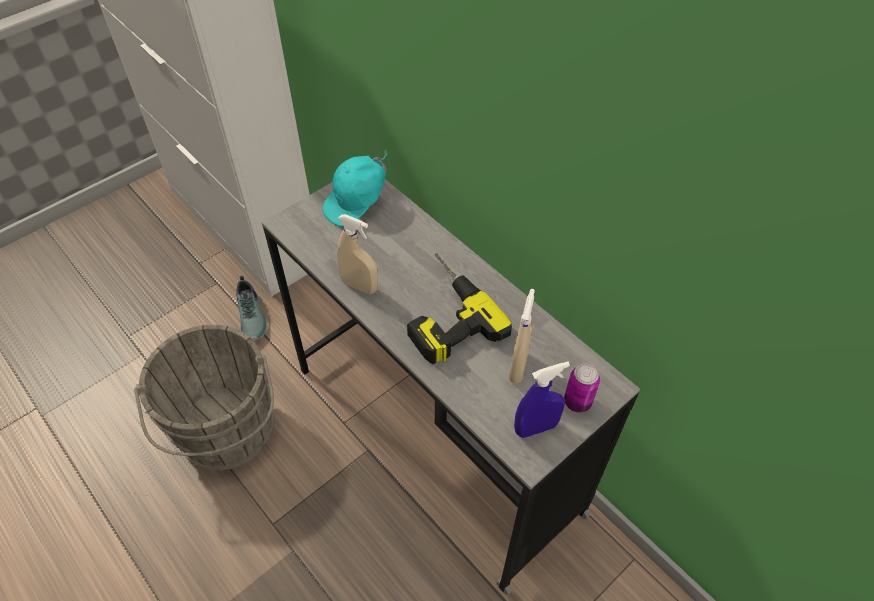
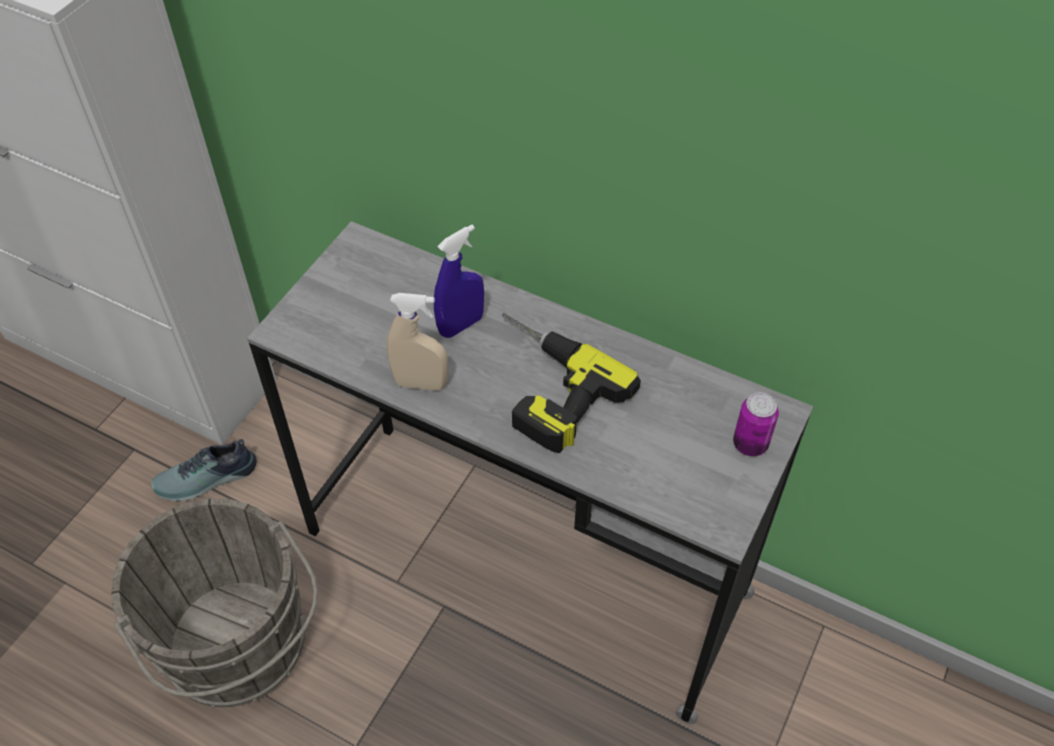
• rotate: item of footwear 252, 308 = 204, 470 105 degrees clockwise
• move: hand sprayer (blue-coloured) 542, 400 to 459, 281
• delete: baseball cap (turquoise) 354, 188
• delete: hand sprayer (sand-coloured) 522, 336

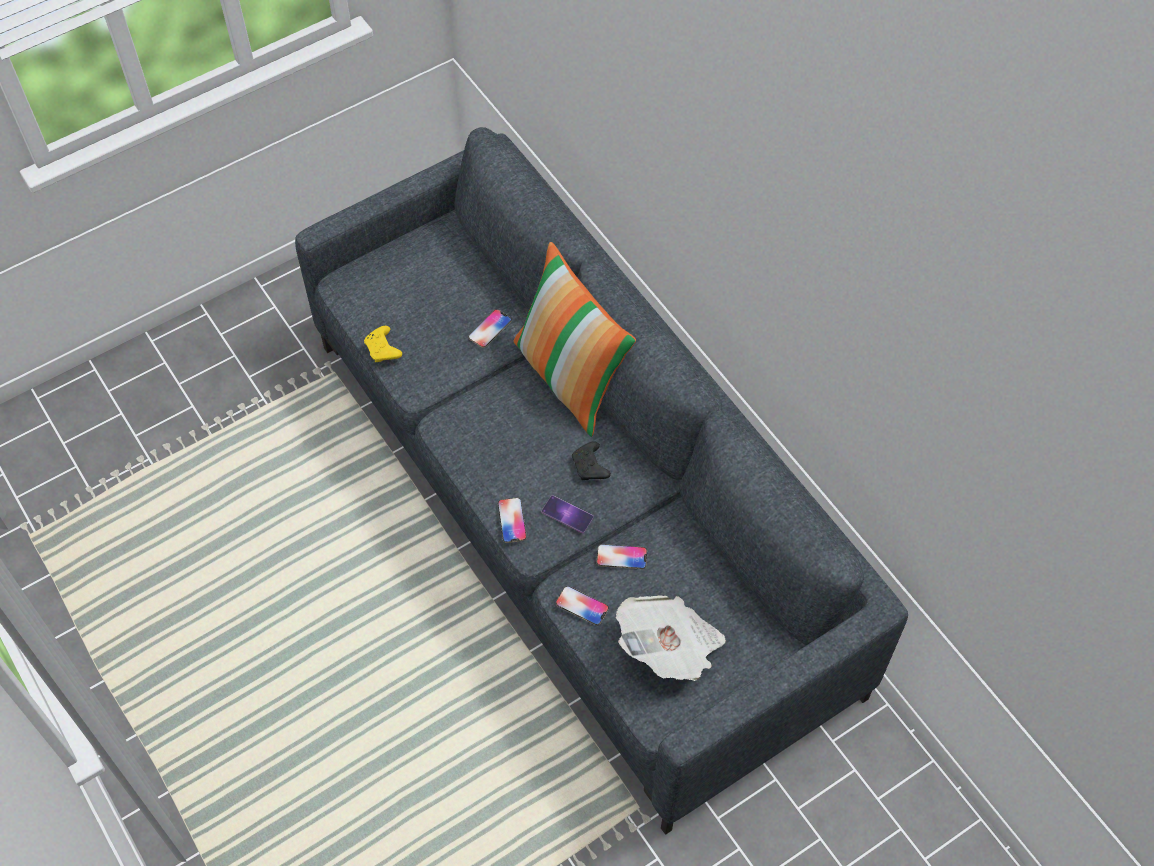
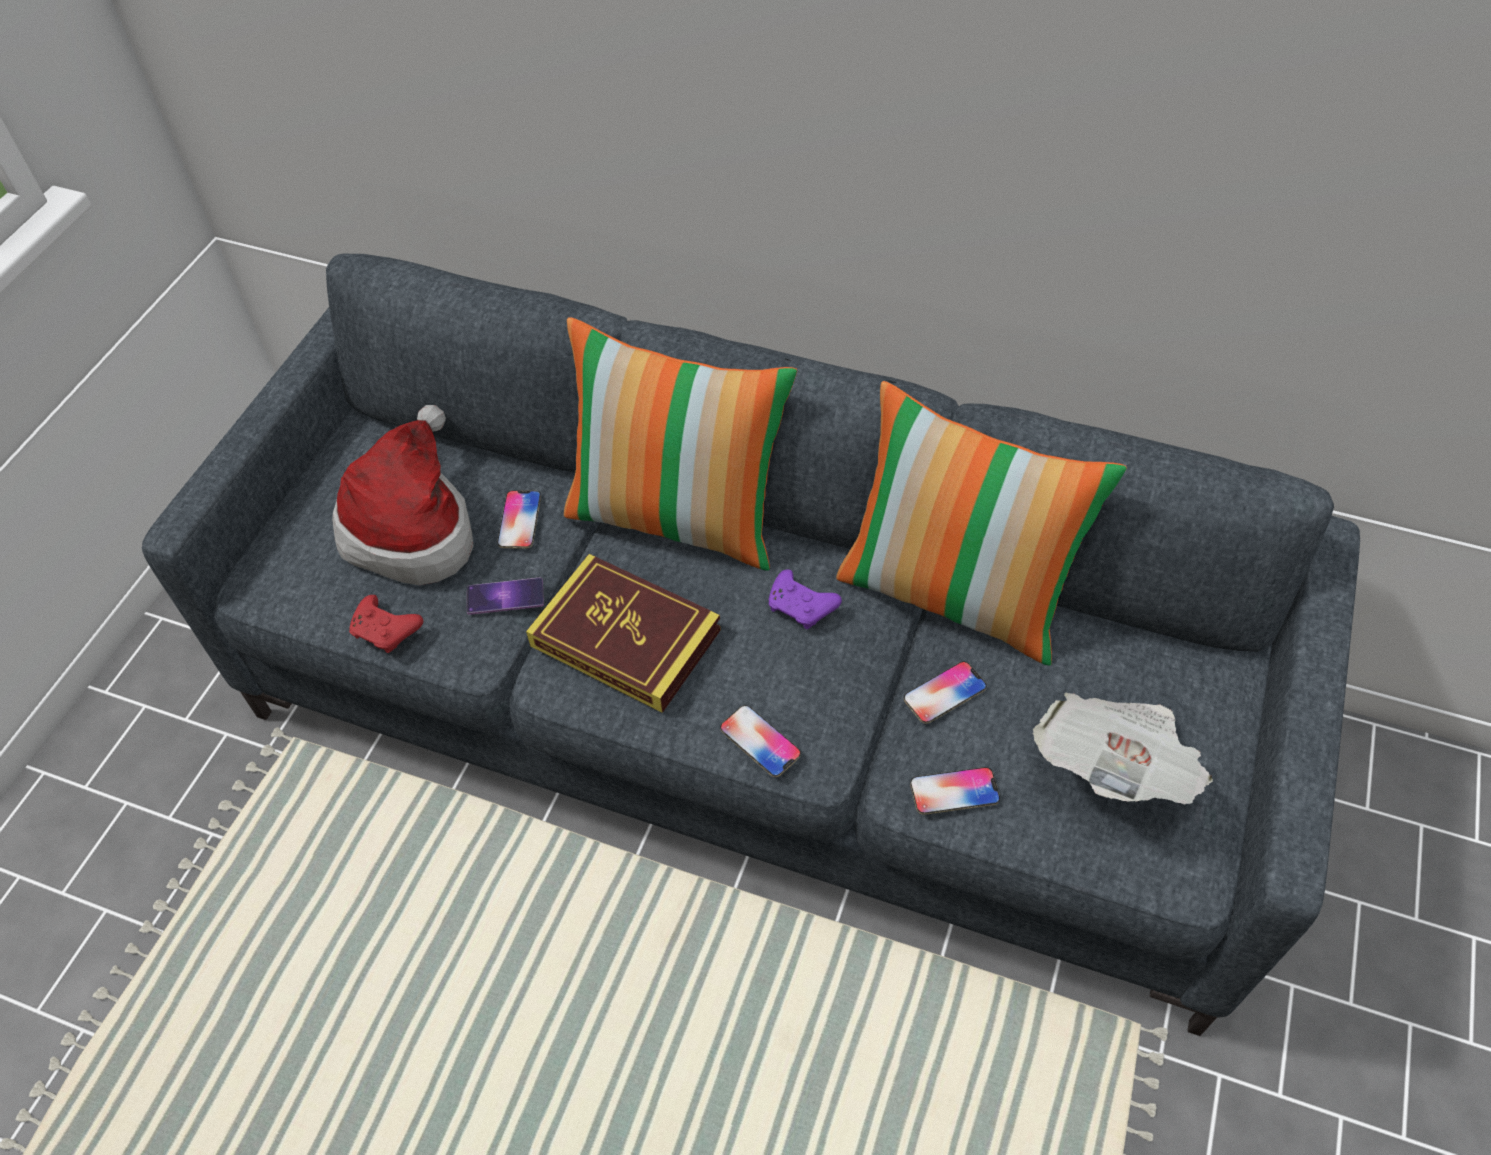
• insert: hat 403, 495
• recolor: gamepad (yellow) 383, 344 to gamepad (red-coloured) 386, 624
• move: phone 567, 514 to 505, 596
• insert: volume 623, 633
• recolor: gamepad (blackish) 591, 460 to gamepad (purplish) 805, 599
• insert: cushion 981, 523

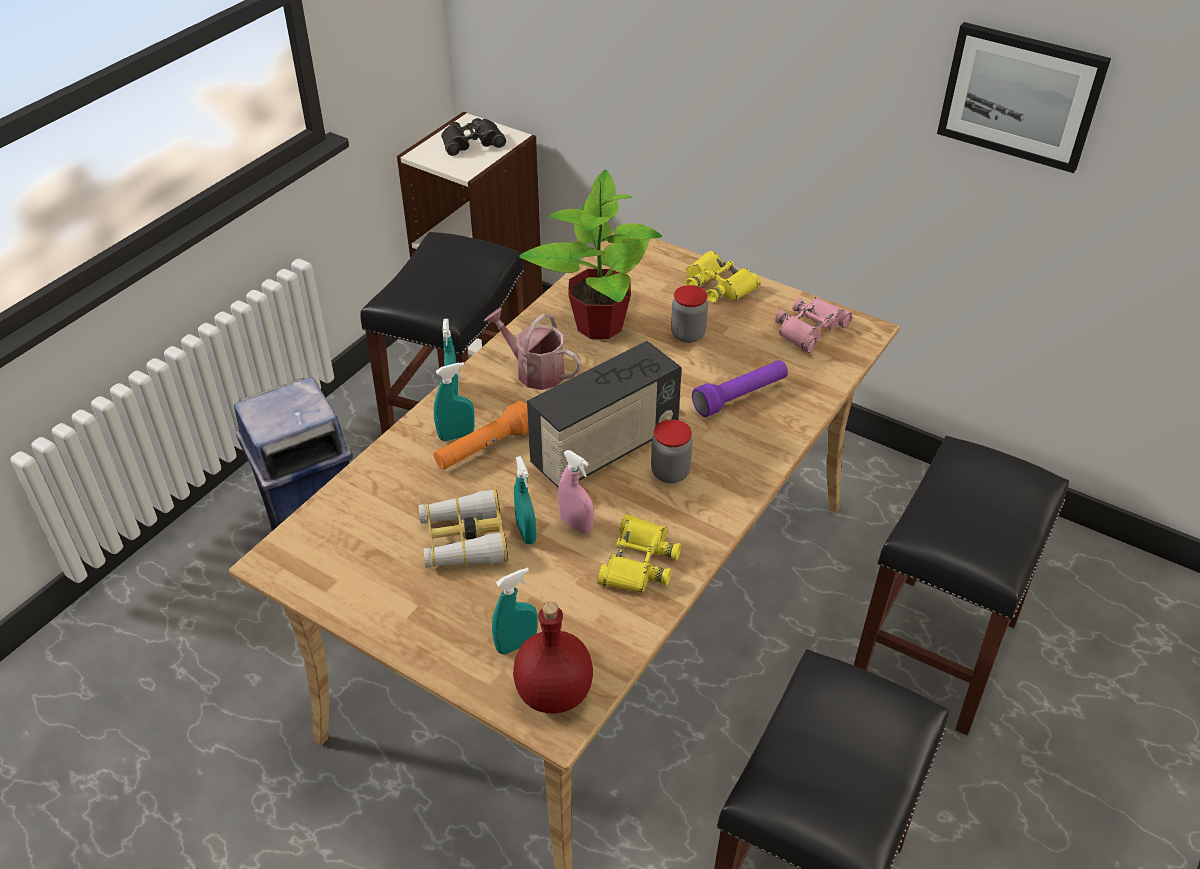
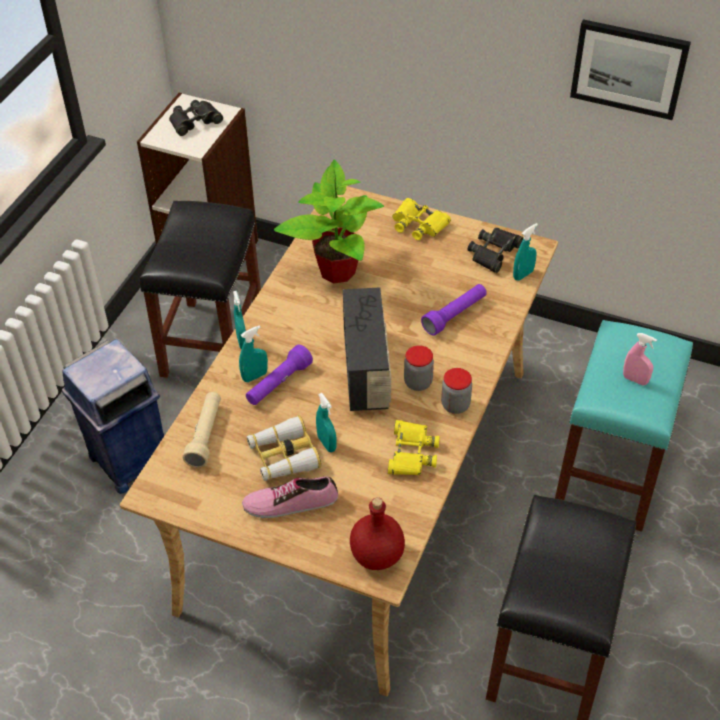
• insert: flashlight (sand-coloured) 201, 429
• insert: item of footwear 290, 497
• recolor: flashlight (orange-coloured) 481, 435 to flashlight (purplish) 279, 374
• rotate: radio 604, 414 = 367, 349 45 degrees counterclockwise
• move: preserve jar 689, 314 to 456, 391
• recolor: pair of binoculars (pink) 813, 325 to pair of binoculars (blackish) 495, 250
• move: hand sprayer (turquoise) 515, 611 to 525, 252
• recolor: sitting stool (blackish) 961, 586 to sitting stool (turquoise) 624, 426
• move: hand sprayer (pink) 576, 492 to 640, 359
• delete: watering can 532, 349

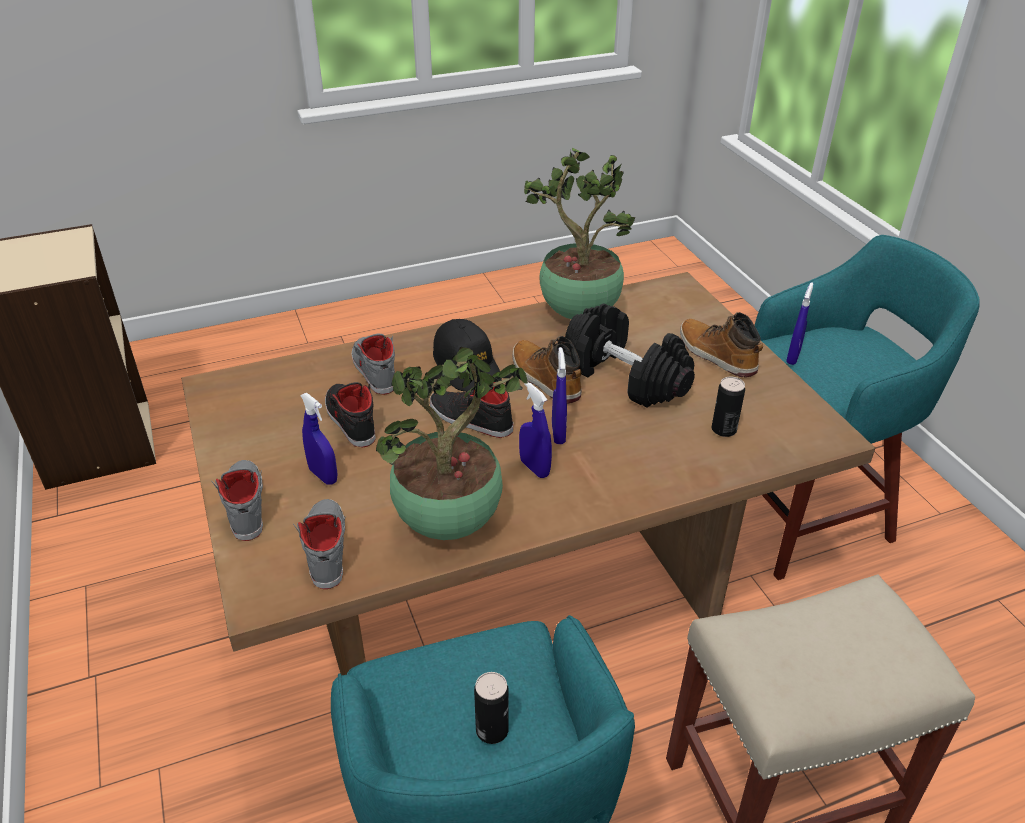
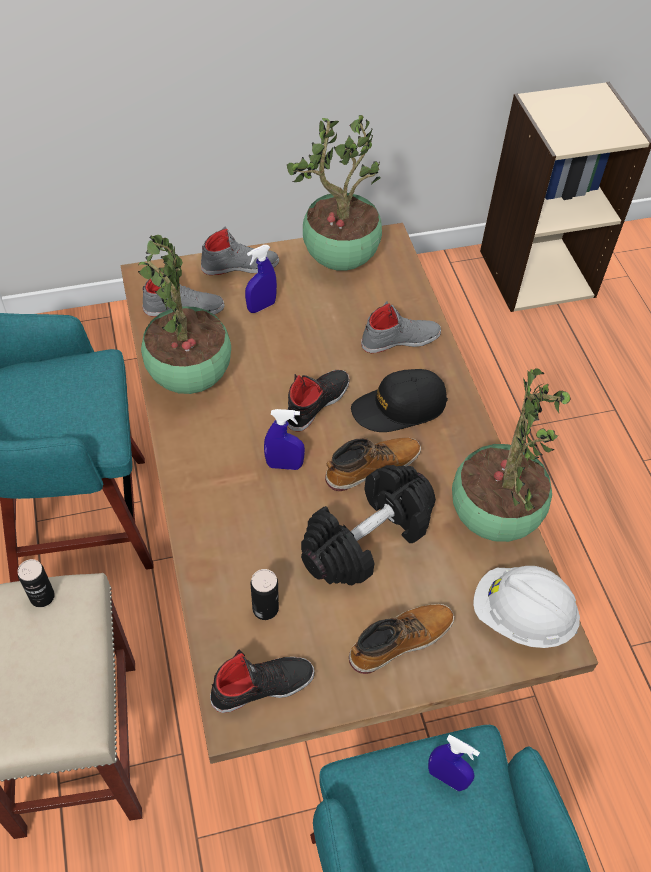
• move: sealed can 491, 708 to 36, 583
• move: item of footwear (blackish) 350, 414 to 262, 681
• insert: plant in a pot 334, 193
• insert: work helmet (white) 526, 607
• delete: hand sprayer (blue-coloured) 535, 429

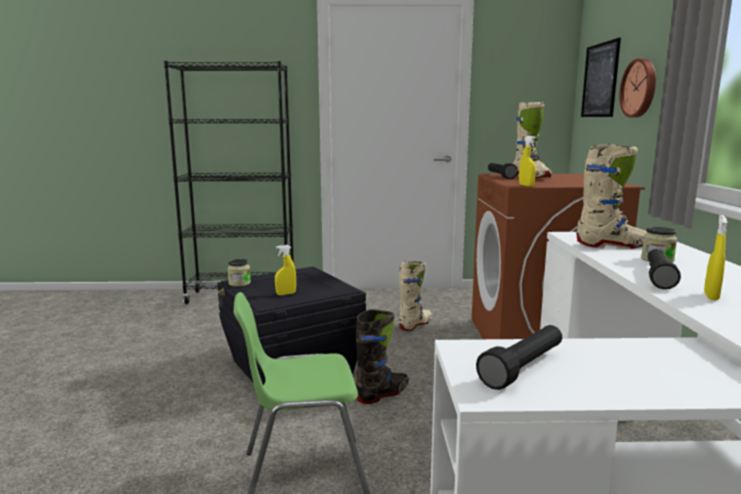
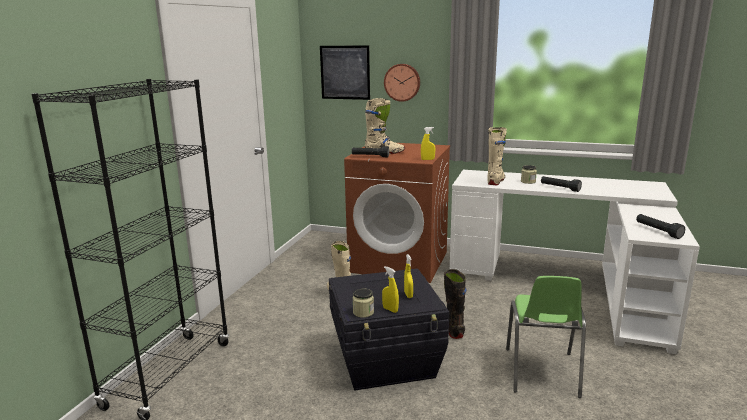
• move: hand sprayer (yellow) 716, 257 to 390, 289

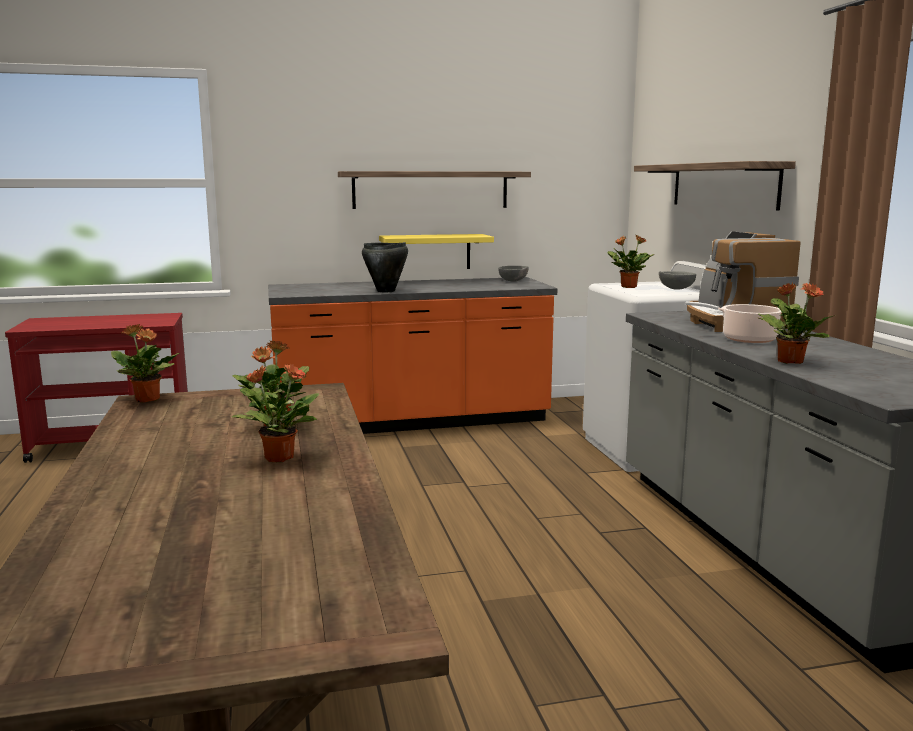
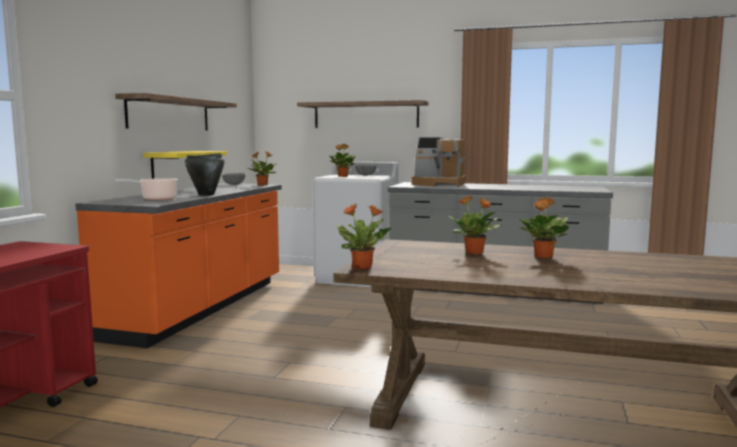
• move: saucepot 733, 322 to 146, 189
• move: plant in a pot 796, 323 to 262, 168

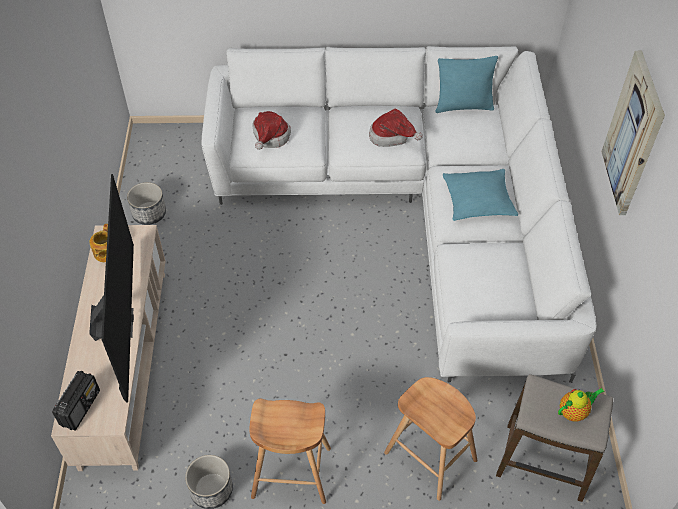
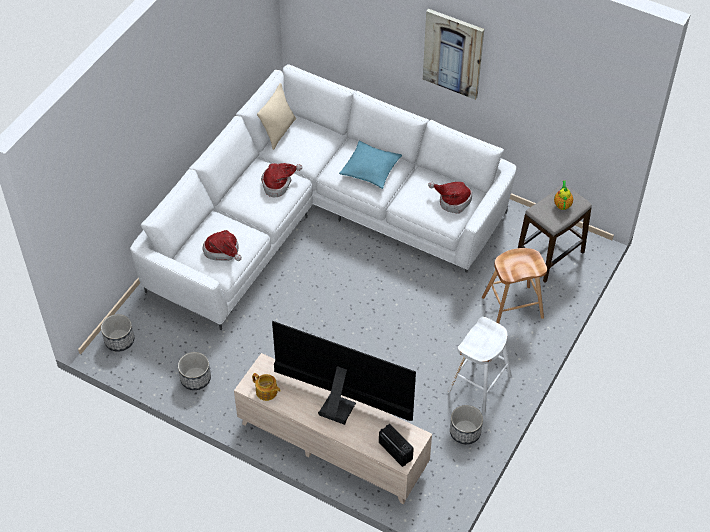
• insert: flower pot 117, 333
• recolor: cushion (turquoise) 466, 84 to cushion (sand-coloured) 276, 116
• insert: hat 450, 198
• recolor: sitting stool (brown-coloured) 290, 451 to sitting stool (white) 479, 365

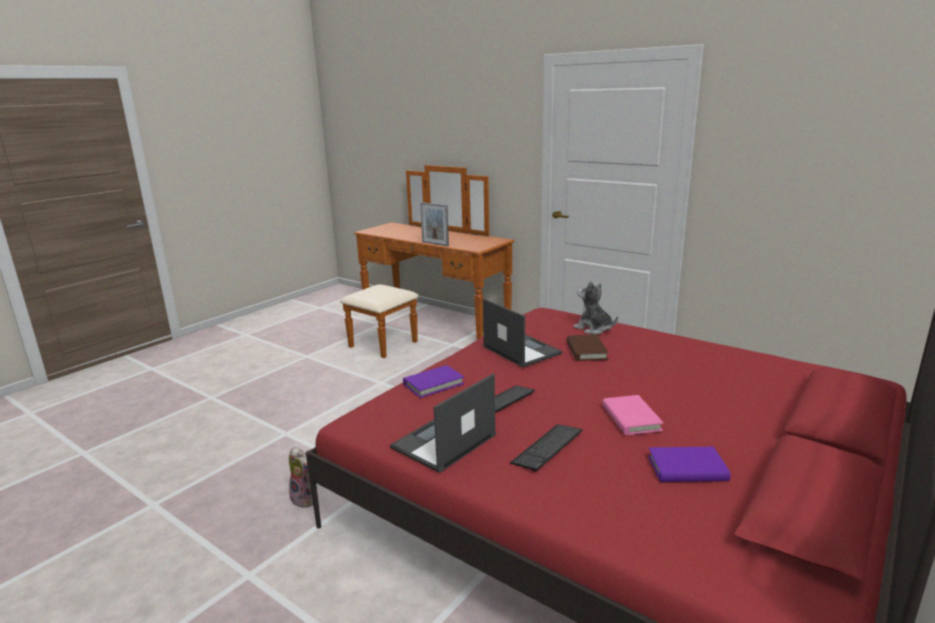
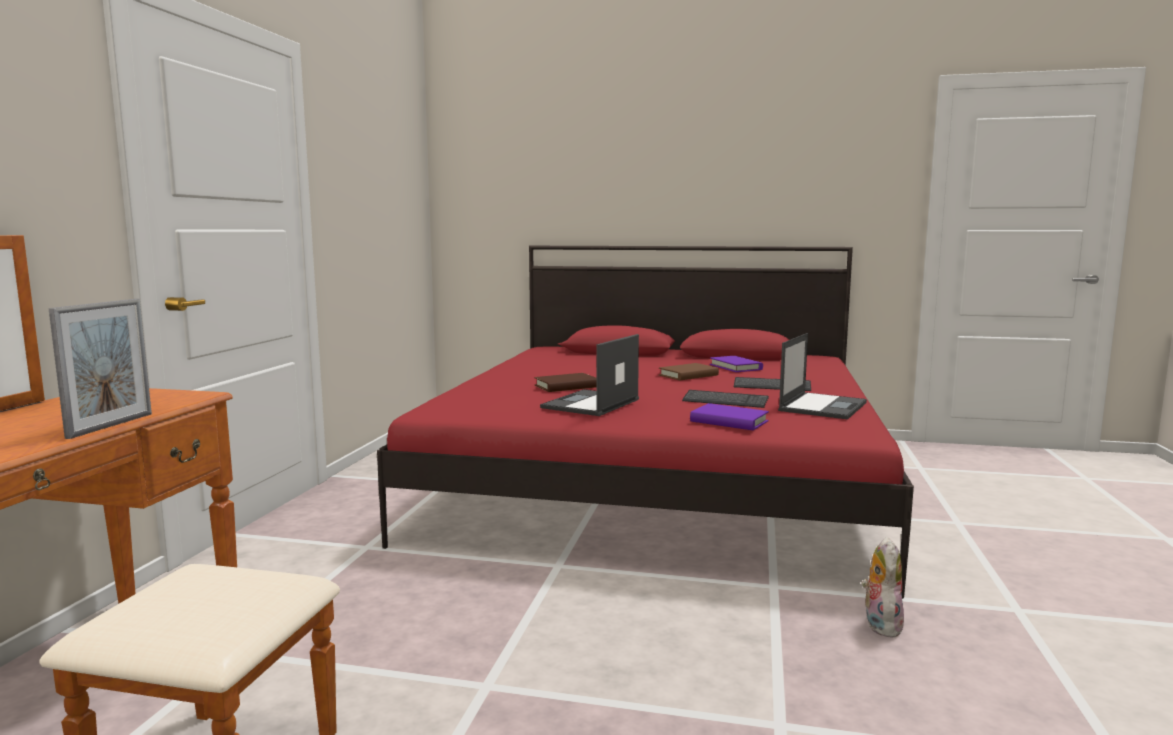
• recolor: volume (pink) 633, 415 to volume (brown-coloured) 689, 371
• rotate: portable computer 443, 423 = 822, 376 75 degrees counterclockwise
• delete: plush toy 595, 308

